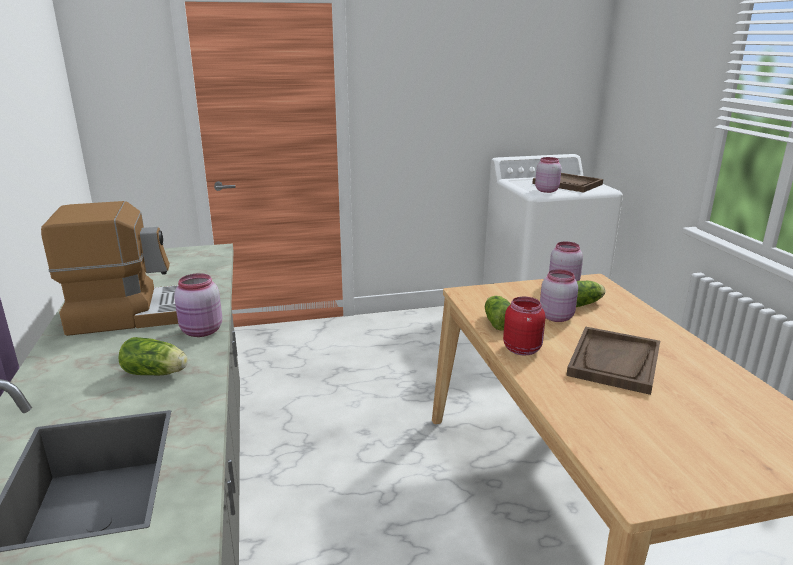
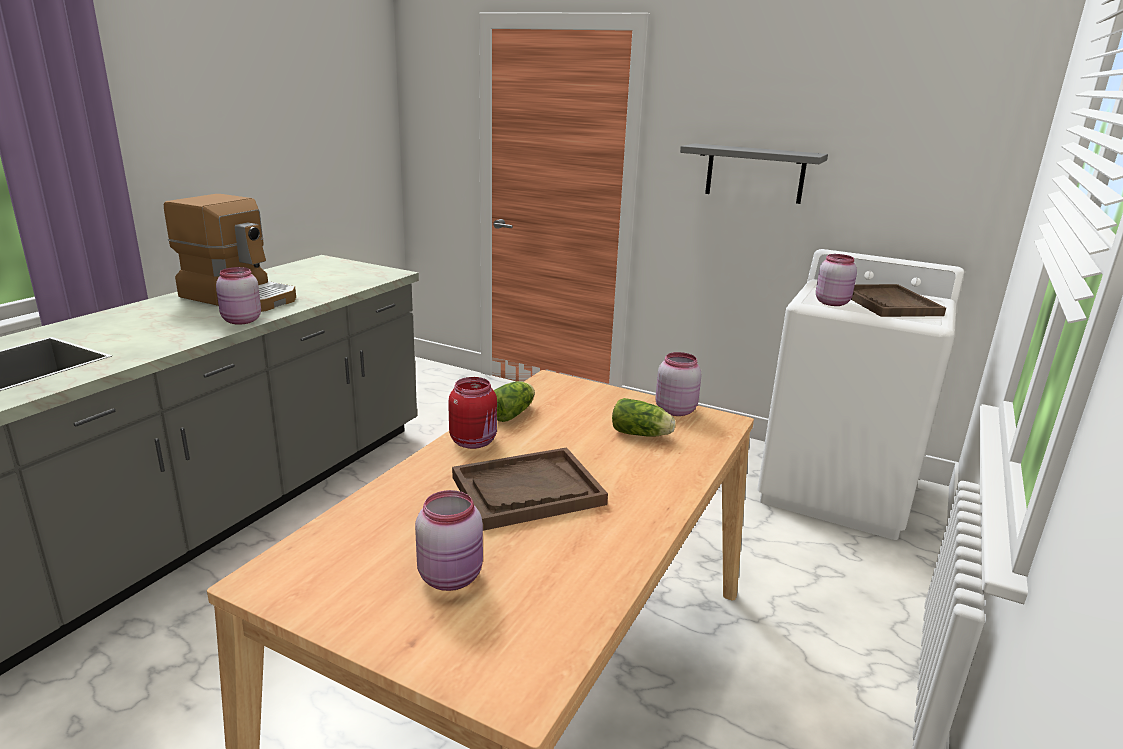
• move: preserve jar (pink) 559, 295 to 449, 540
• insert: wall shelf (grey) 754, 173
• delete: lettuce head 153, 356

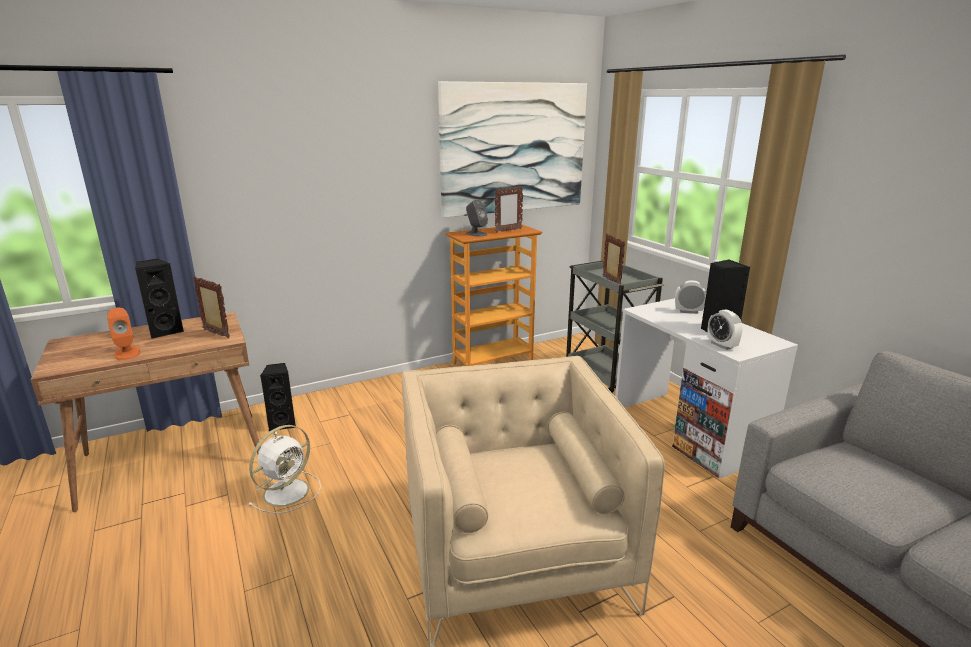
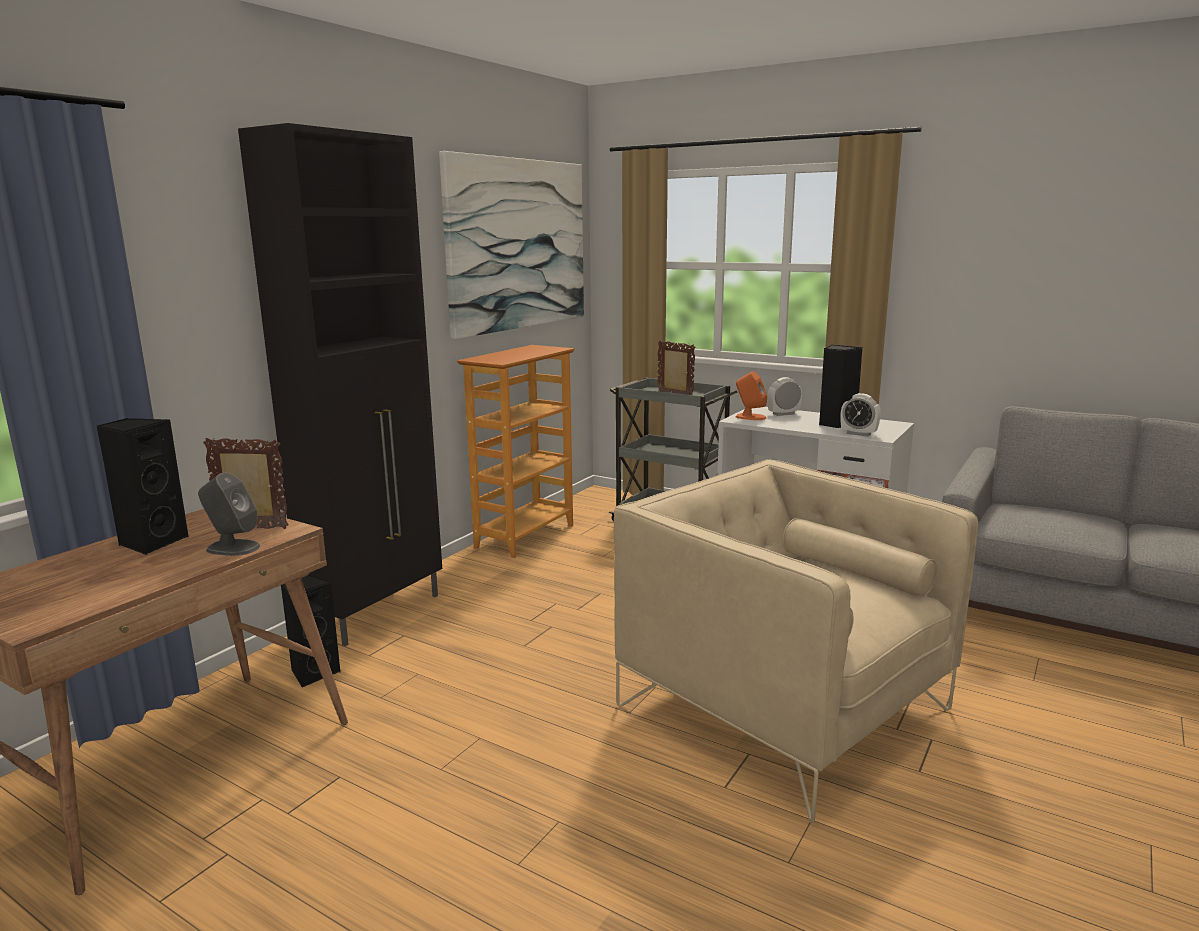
• move: audio speaker (grey) 477, 218 to 229, 514
• insert: cupboard (blackish) 340, 384
• move: audio speaker (orange-coloured) 123, 334 to 751, 395
• delete: electric fan (white) 285, 469
• delete: standing frame 509, 209

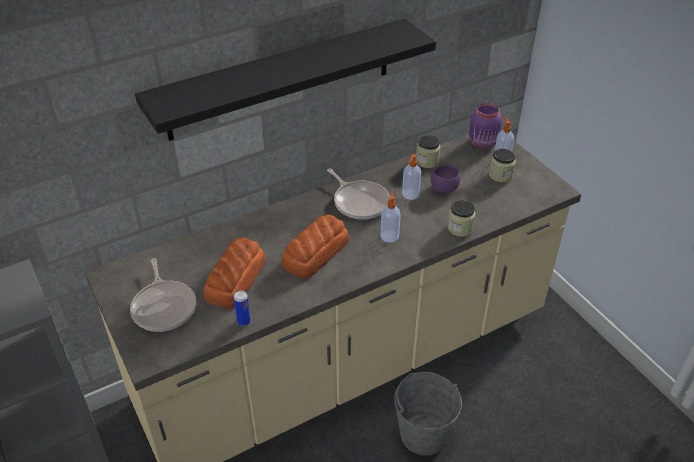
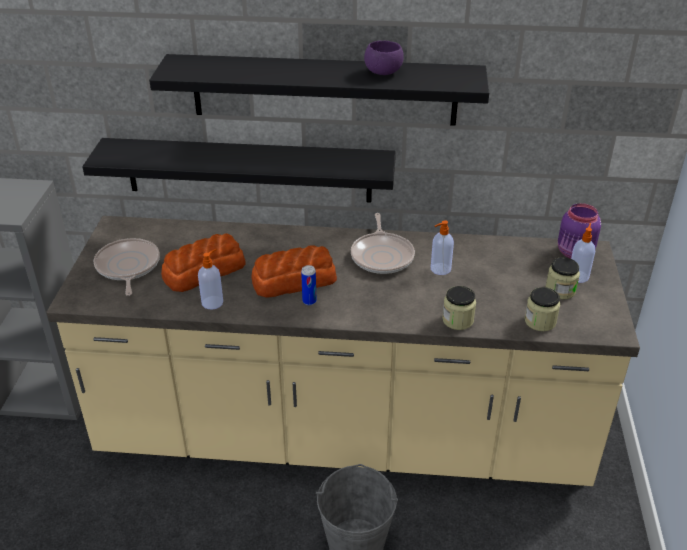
• insert: wall shelf (blackish) 239, 170
• rotate: frying pan 163, 295 = 127, 267 150 degrees clockwise
• move: liquid soap bottle 391, 216 to 210, 279
• move: sealed can 242, 308 to 308, 285
• move: bowl (purplish) 446, 179 to 384, 58
• move: preserve jar 428, 151 to 542, 309

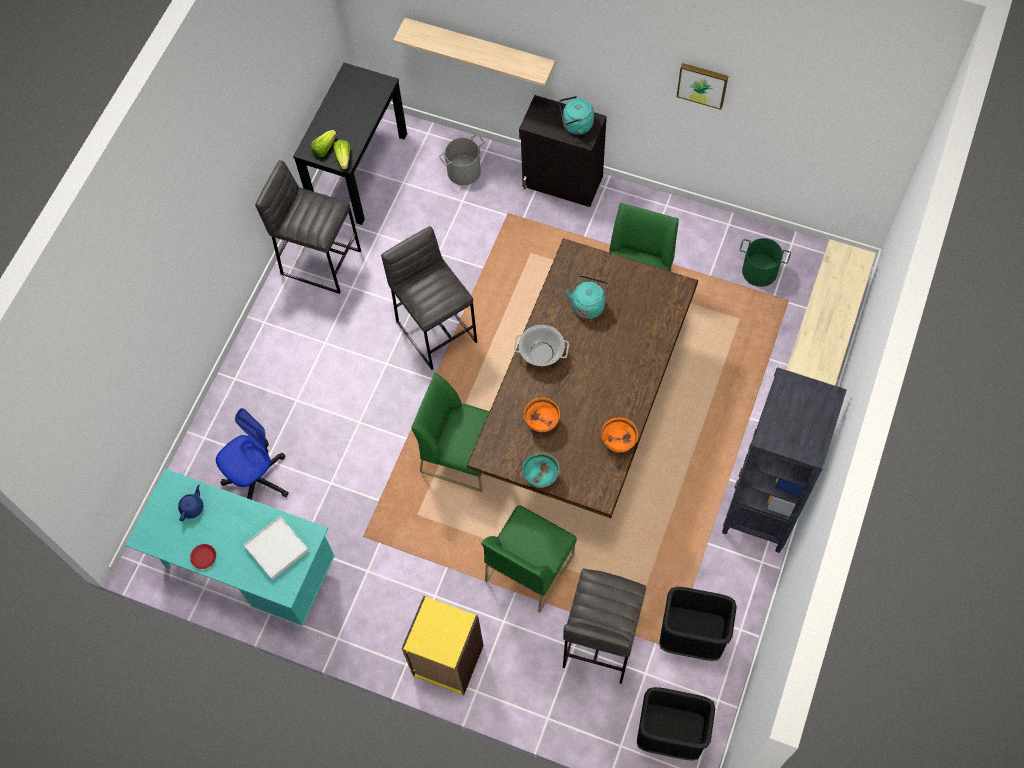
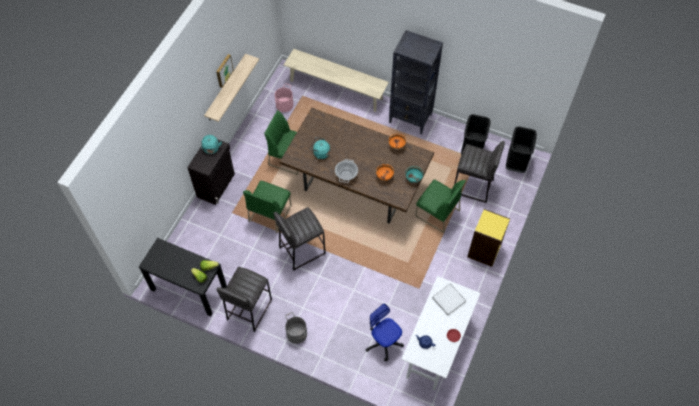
• move: wall shelf 474, 52 to 231, 88
• move: upright chair (green) 450, 432 to 267, 207
• recolor: bucket (green) 765, 262 to bucket (pink) 284, 97
• move: bucket (grey) 462, 159 to 296, 328
• recolor: desk unit (turquoise) 230, 547 to desk unit (white) 440, 333

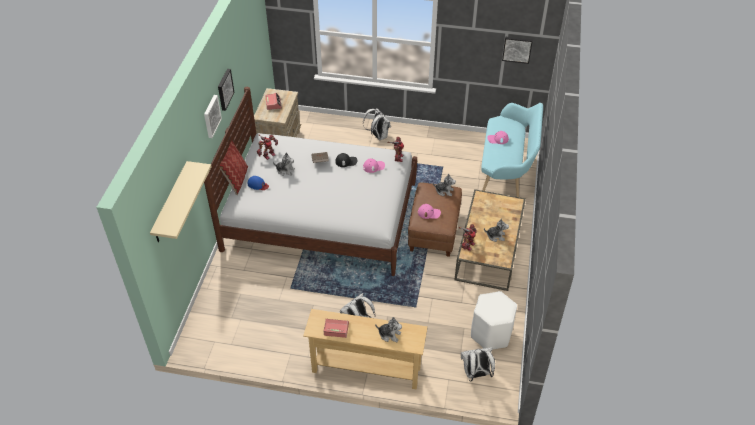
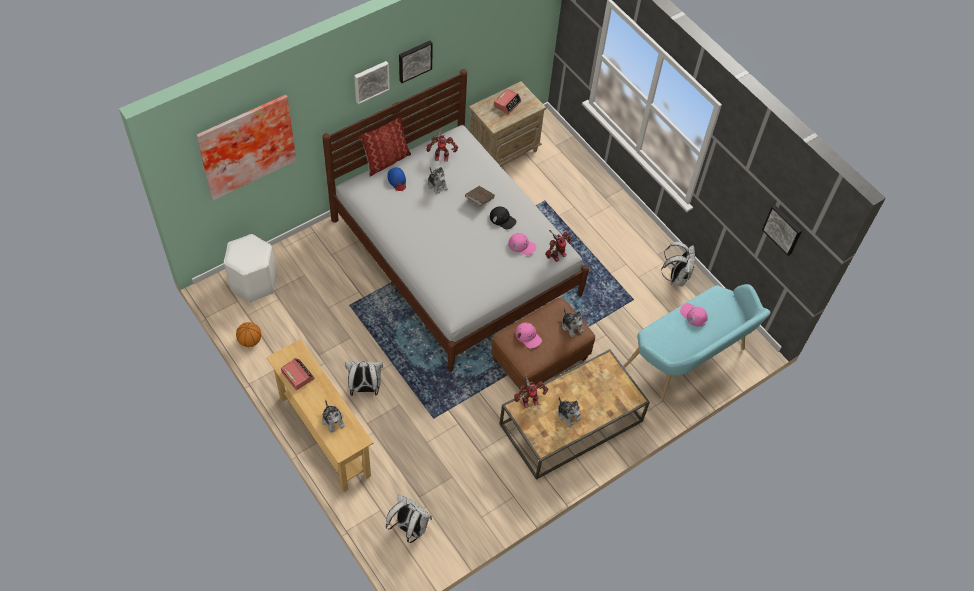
• replace: wall shelf (sand-coloured) 181, 201 to picture 246, 147
• move: sitting stool (white) 494, 320 to 250, 268
• insert: basketball 248, 334
• move: backpack (white) 377, 124 to 678, 263

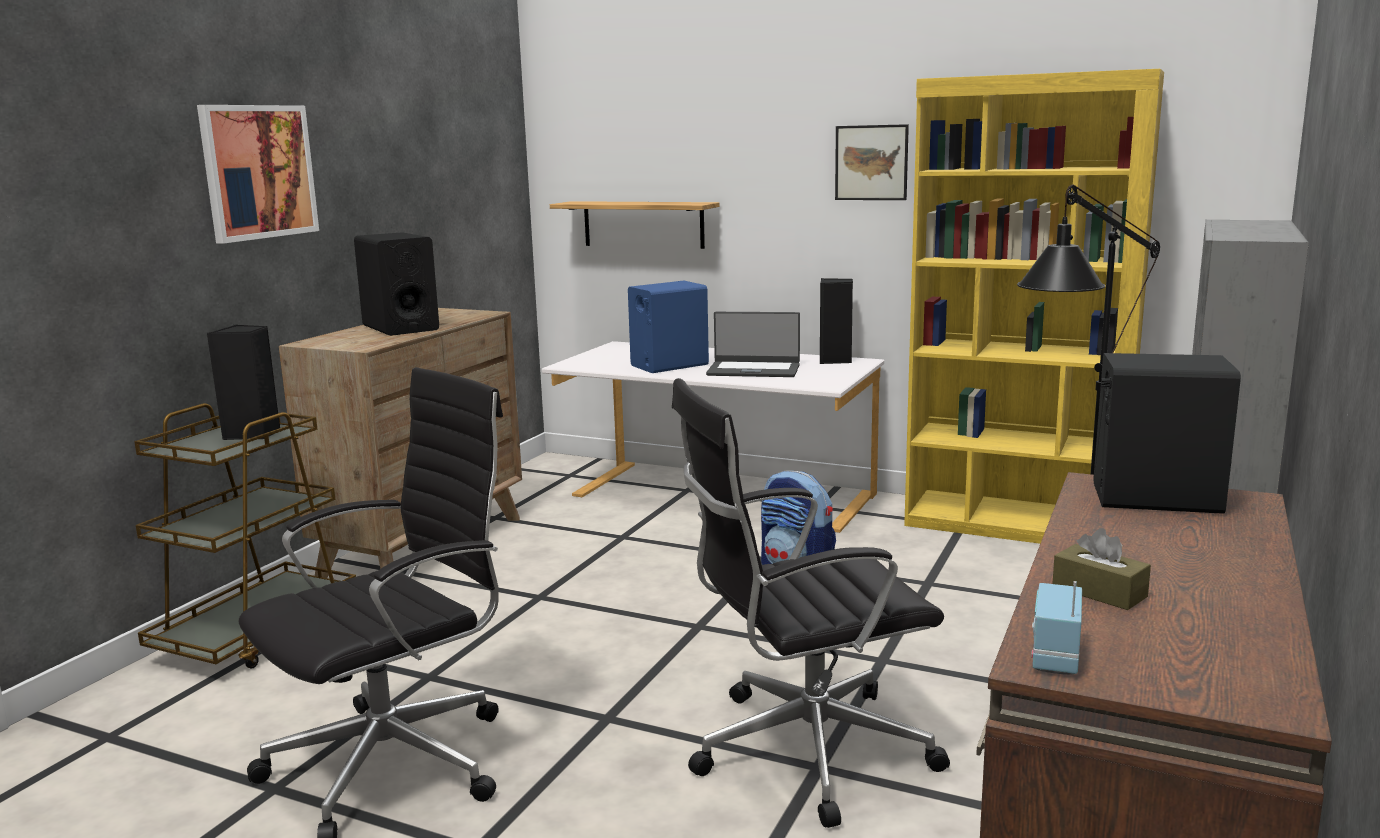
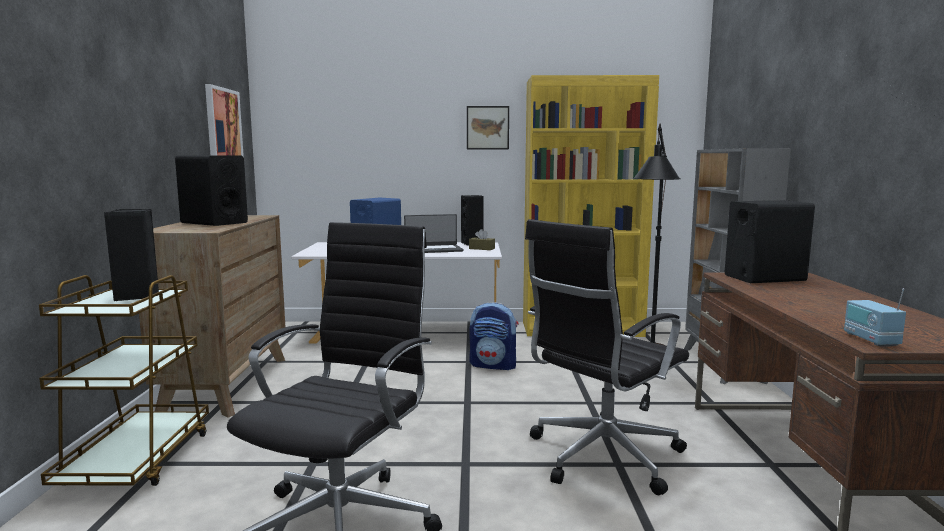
• move: picture 258, 174 to 224, 120
• move: tissue holder (brown-coloured) 1101, 569 to 482, 239
• delete: wall shelf 634, 225

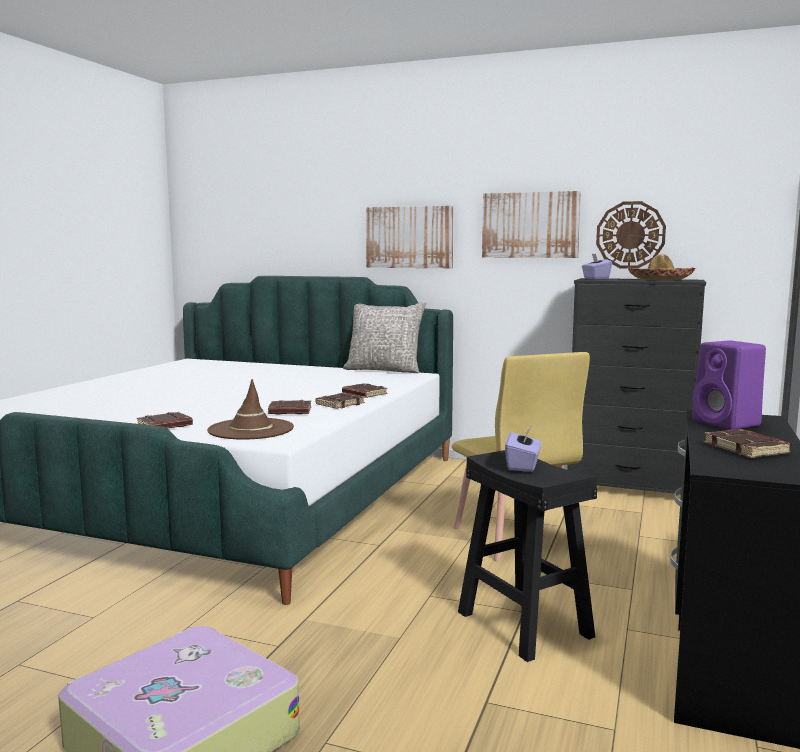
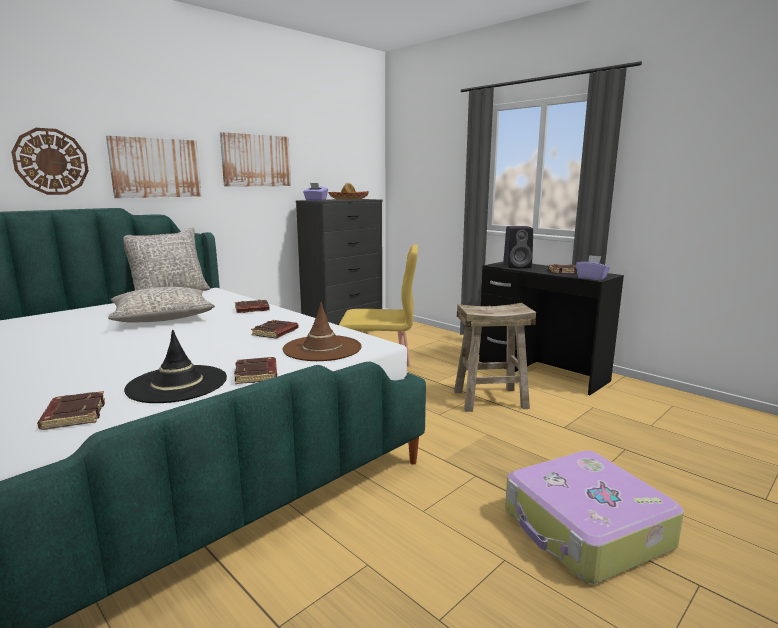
• move: hanging clock 631, 235 to 50, 161
• move: volume (brown-coloured) 340, 401 to 71, 410
• insert: cushion (grey) 161, 305
• insert: hat (blackish) 175, 366
• recolor: sitting stool (blackish) 527, 556 to sitting stool (sand-coloured) 495, 357
• recolor: audio speaker (purplish) 729, 385 to audio speaker (blackish) 518, 247
• move: tissue holder (purplish) 523, 448 to 593, 267

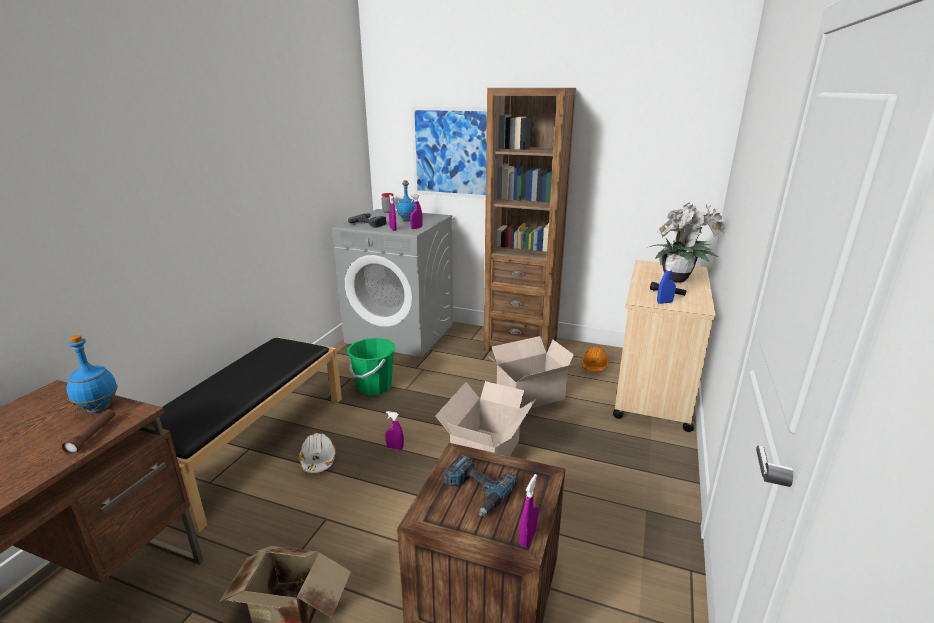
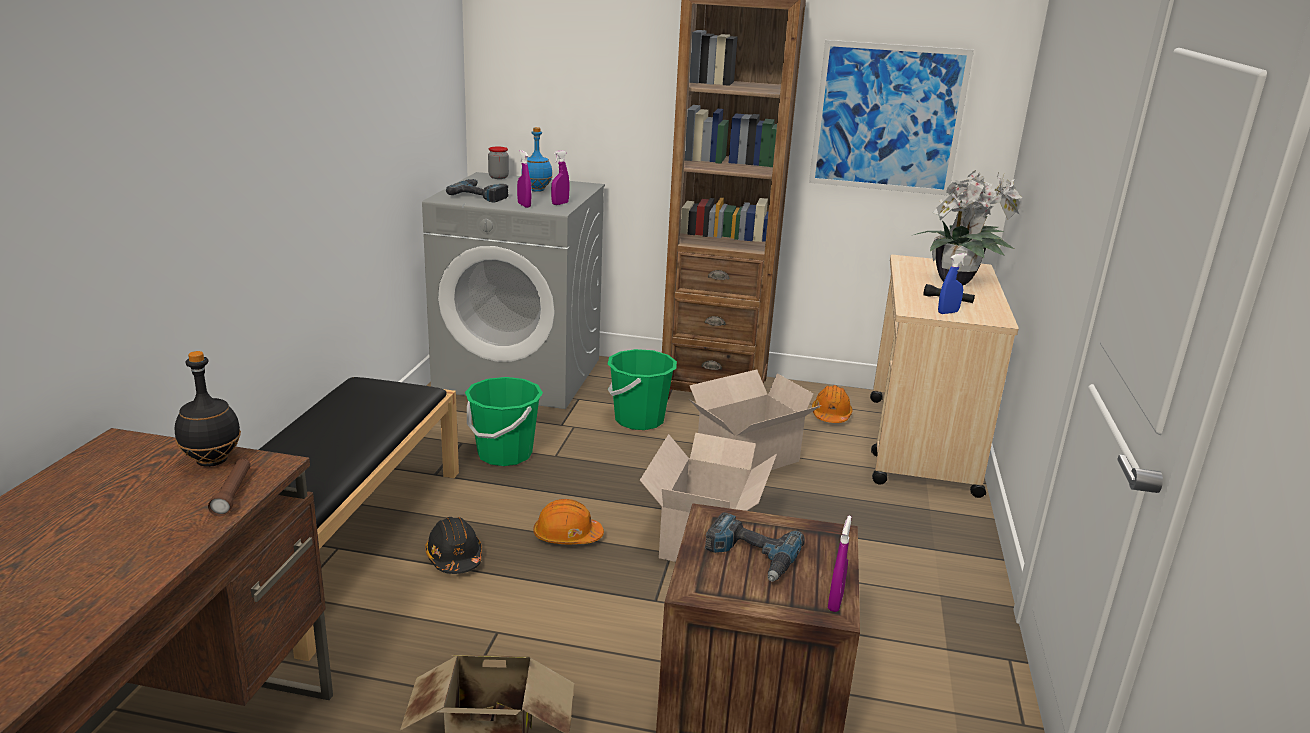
• recolor: beverage bottle (blue-coloured) 92, 374 to beverage bottle (blackish) 208, 409
• recolor: work helmet (white) 317, 453 to work helmet (blackish) 453, 545
• replace: hand sprayer (purplish) 394, 430 to work helmet (orange-coloured) 568, 521
• insert: bucket (green) 642, 389
• move: picture 449, 153 to 891, 118

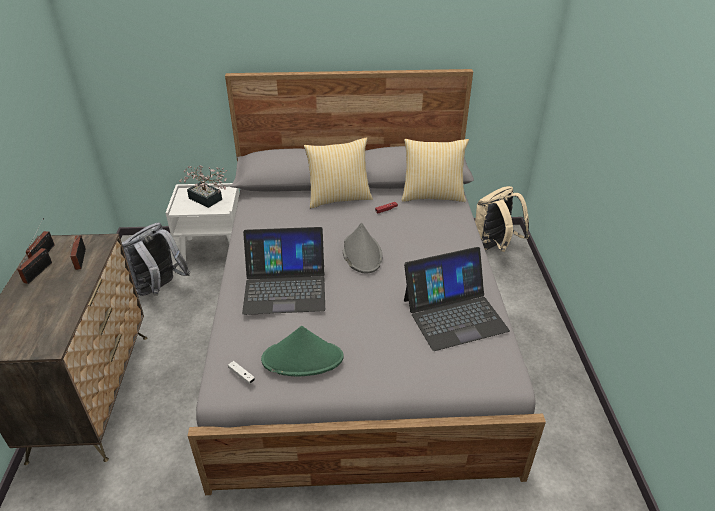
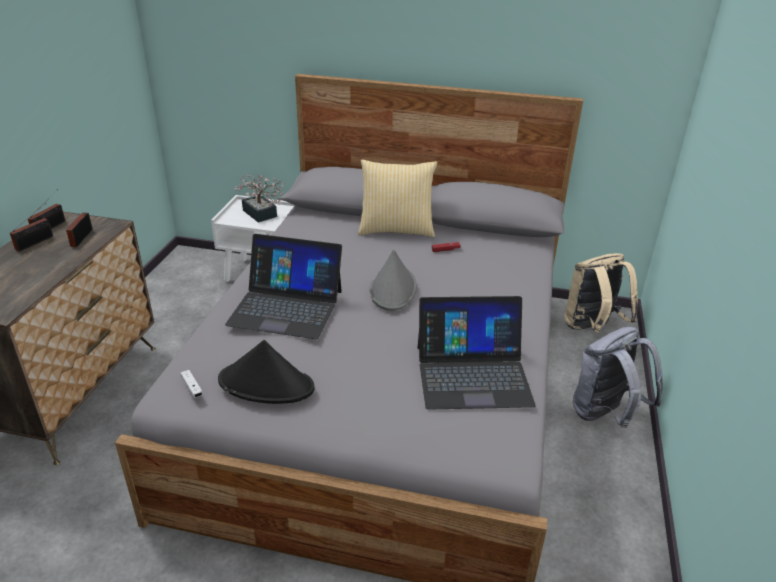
• recolor: hat (green) 302, 351 to hat (blackish) 266, 372
• move: backpack (grey) 156, 259 to 618, 377
• delete: cushion 435, 170

